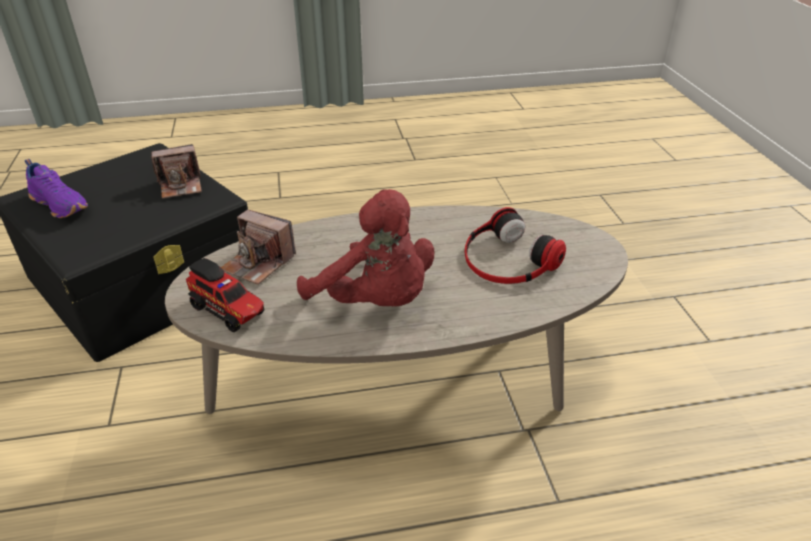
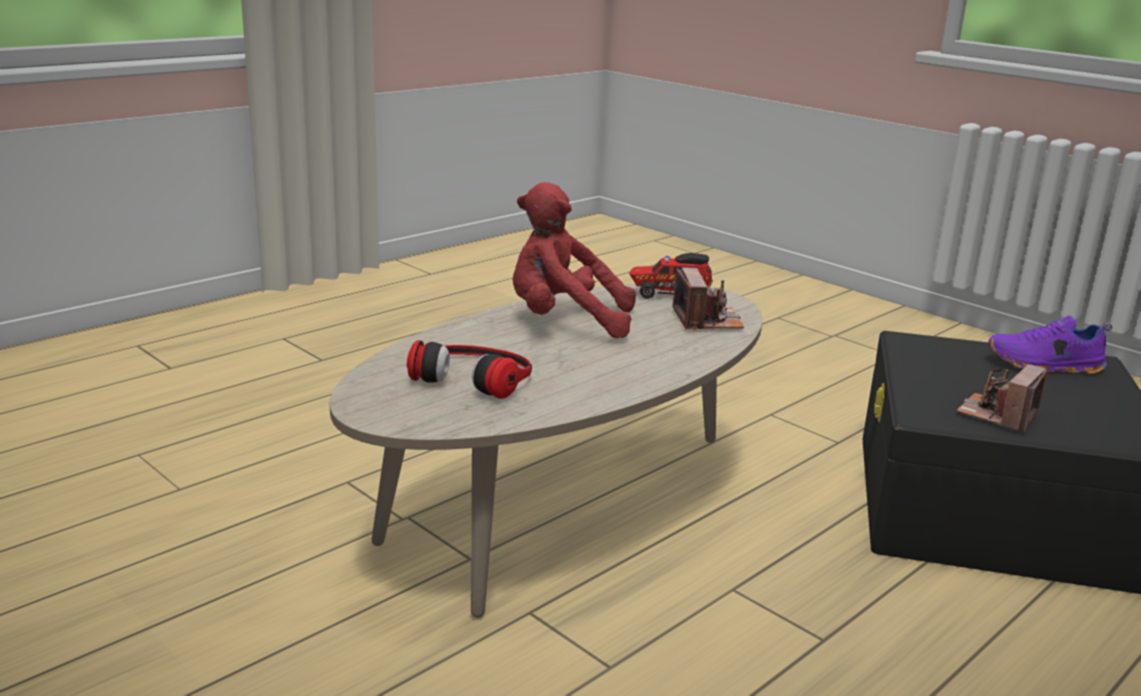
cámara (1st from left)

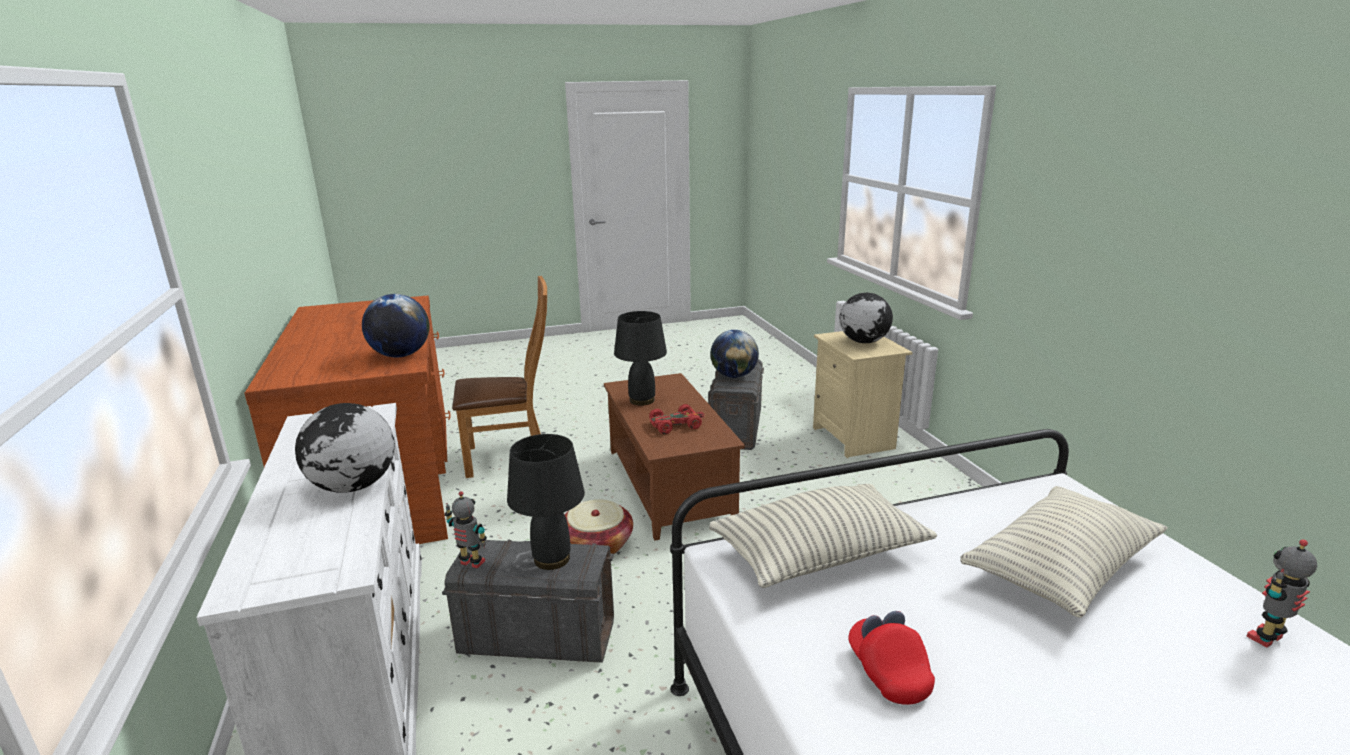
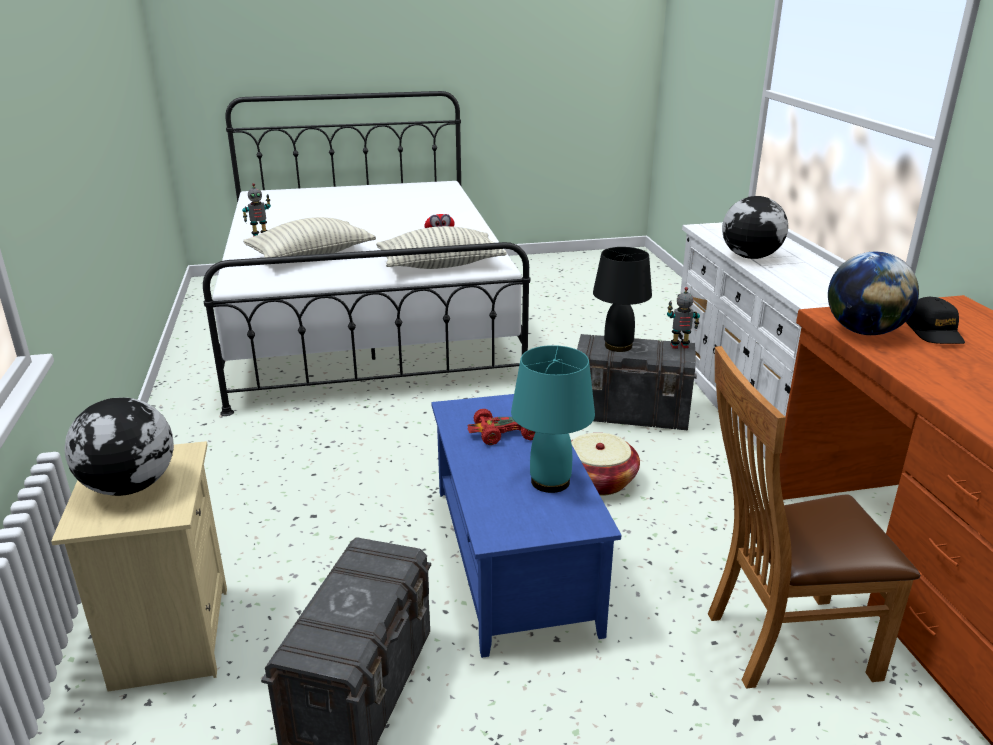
robot de juguete (2nd from left); mesa de centro [azul]; lámpara de mesa [turquesa]; globo terráqueo (3rd from left in the first image); gorra [negro]

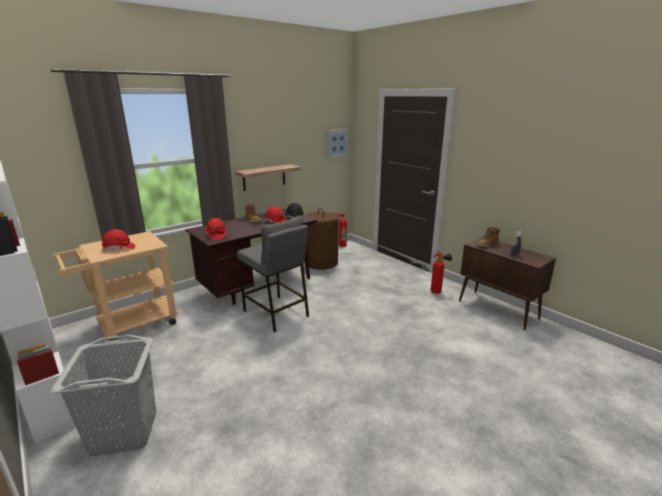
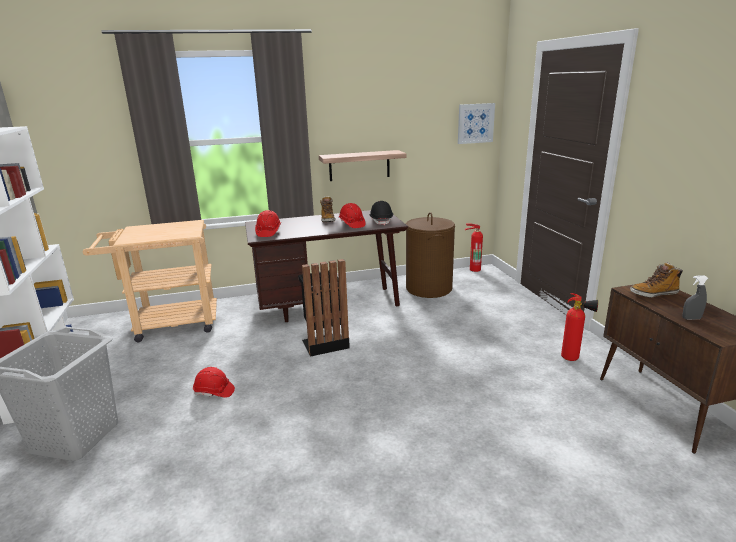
casco [rojo] (1st from left); papelera [negro]

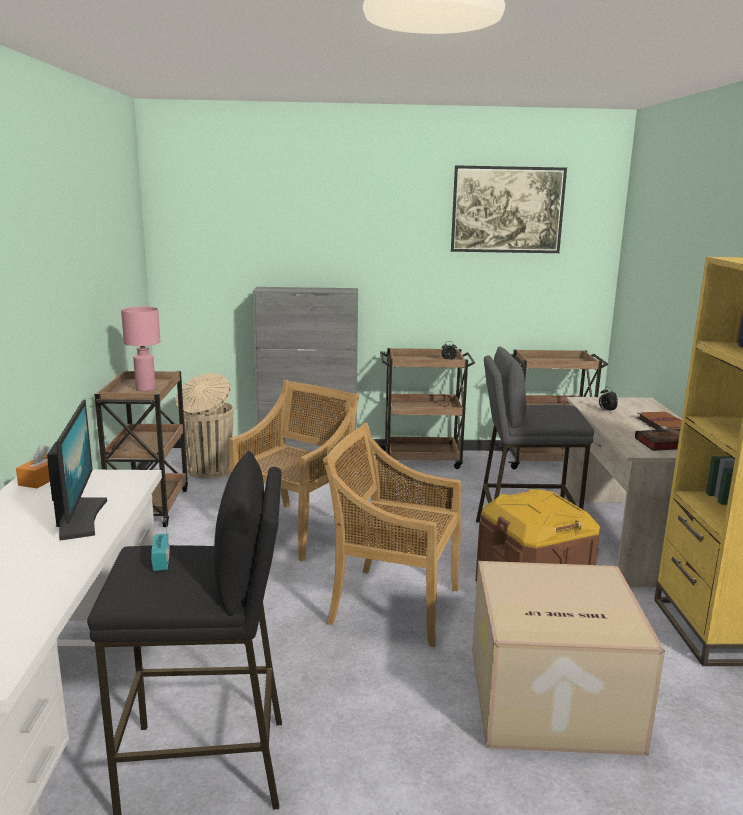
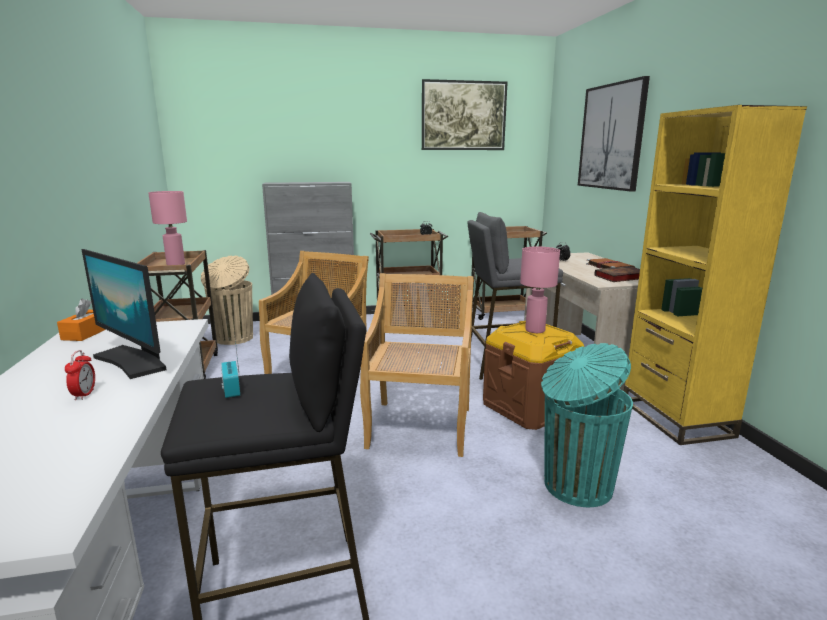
monitor; silla [beis] (2nd from left); papelera [turquesa]; despertador (1st from left); lámpara de mesa [rosa] (2nd from left); cuadro (2nd from left)

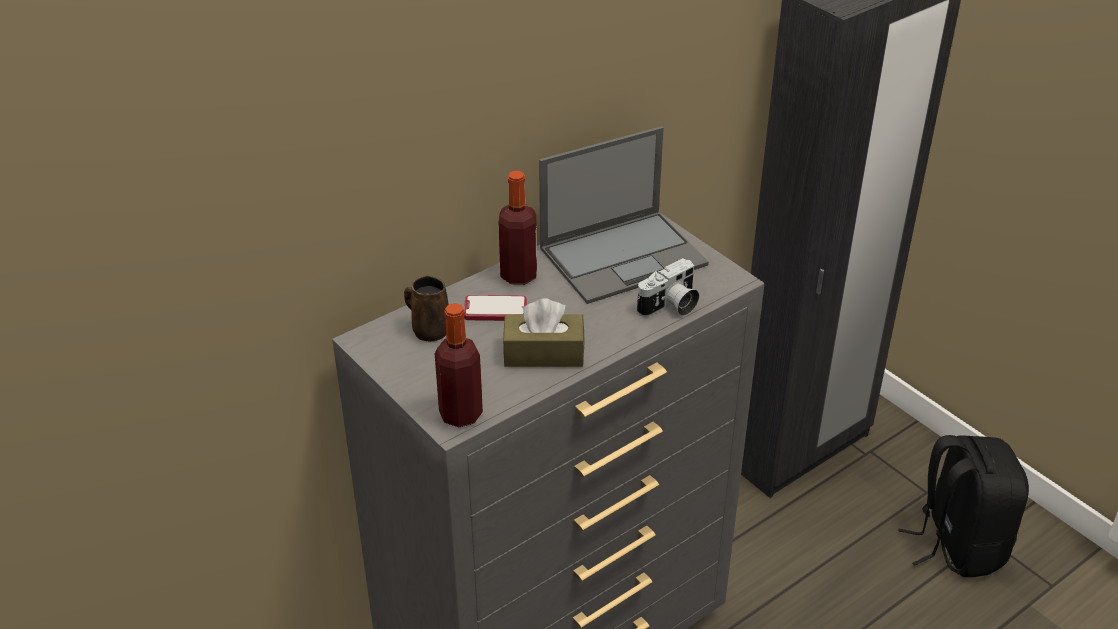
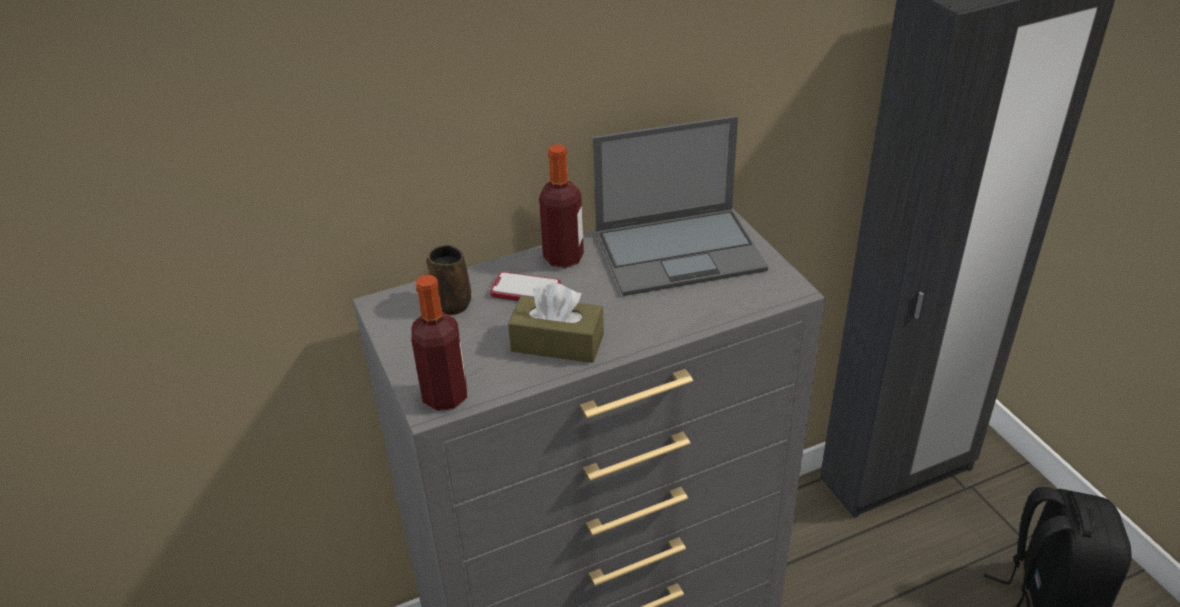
cámara

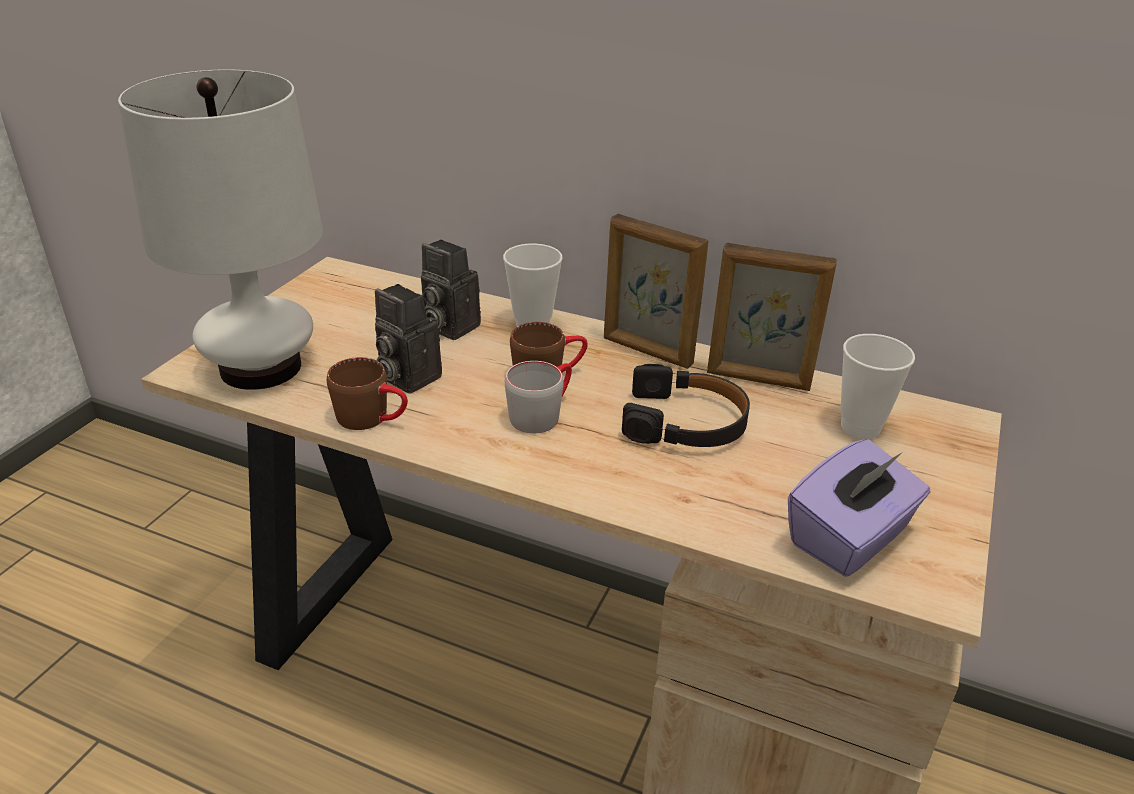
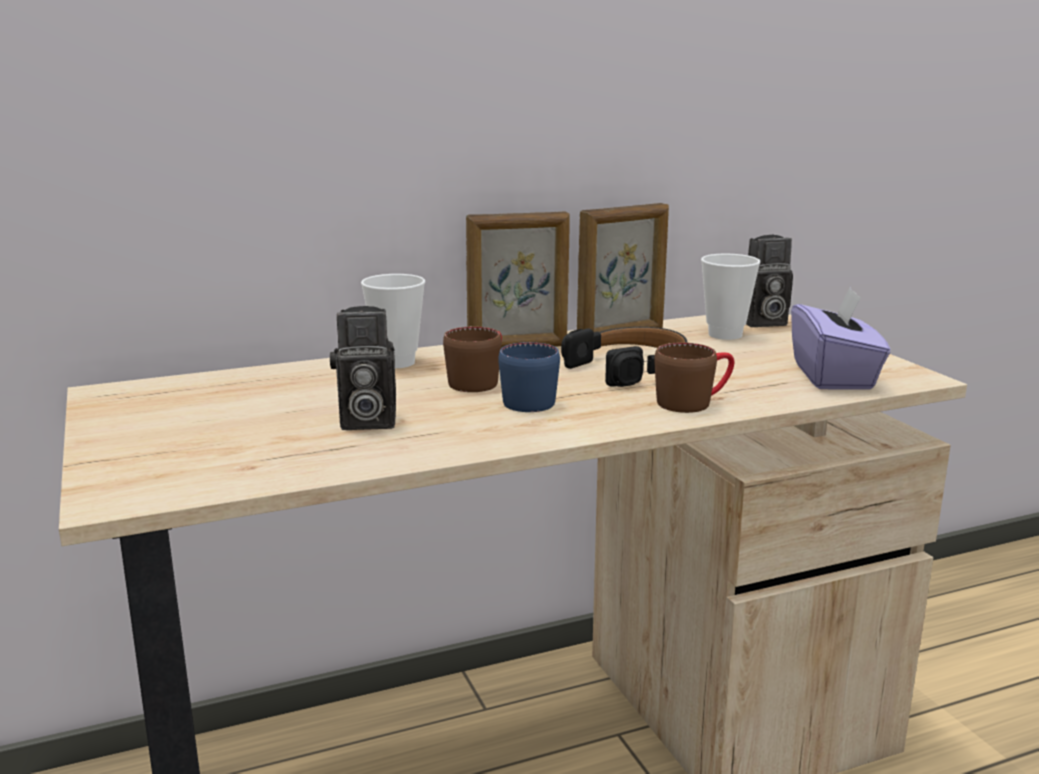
lámpara de mesa [blanco]; taza grande [marrón] (2nd from left); cámara (2nd from left); taza grande [azul]

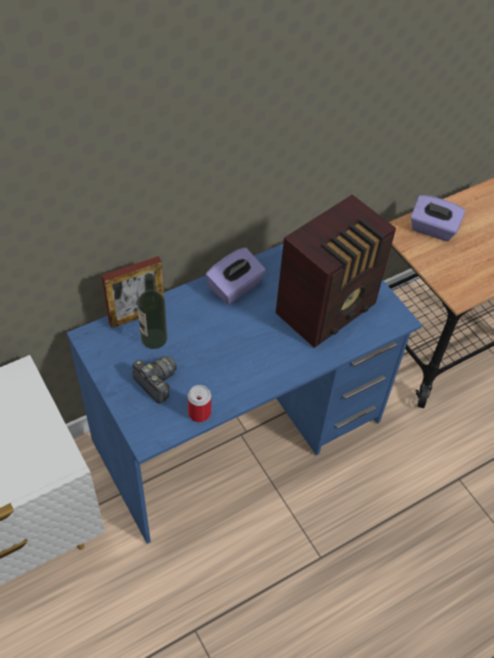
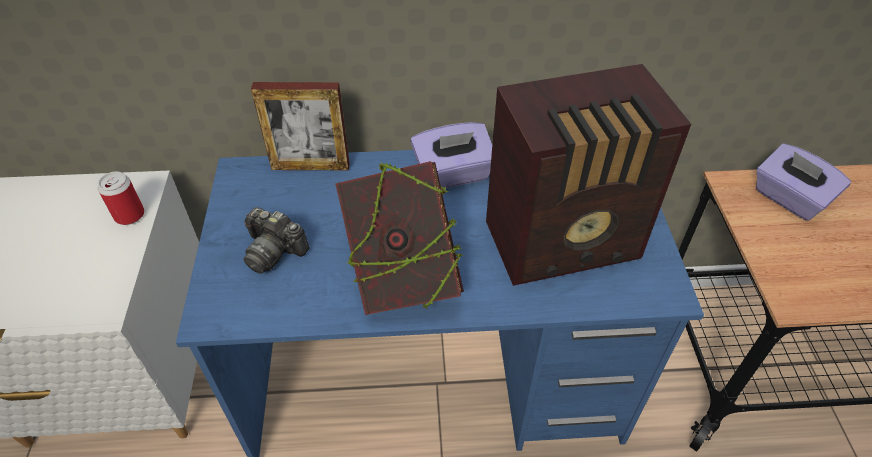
cámara; botella; lata; libro

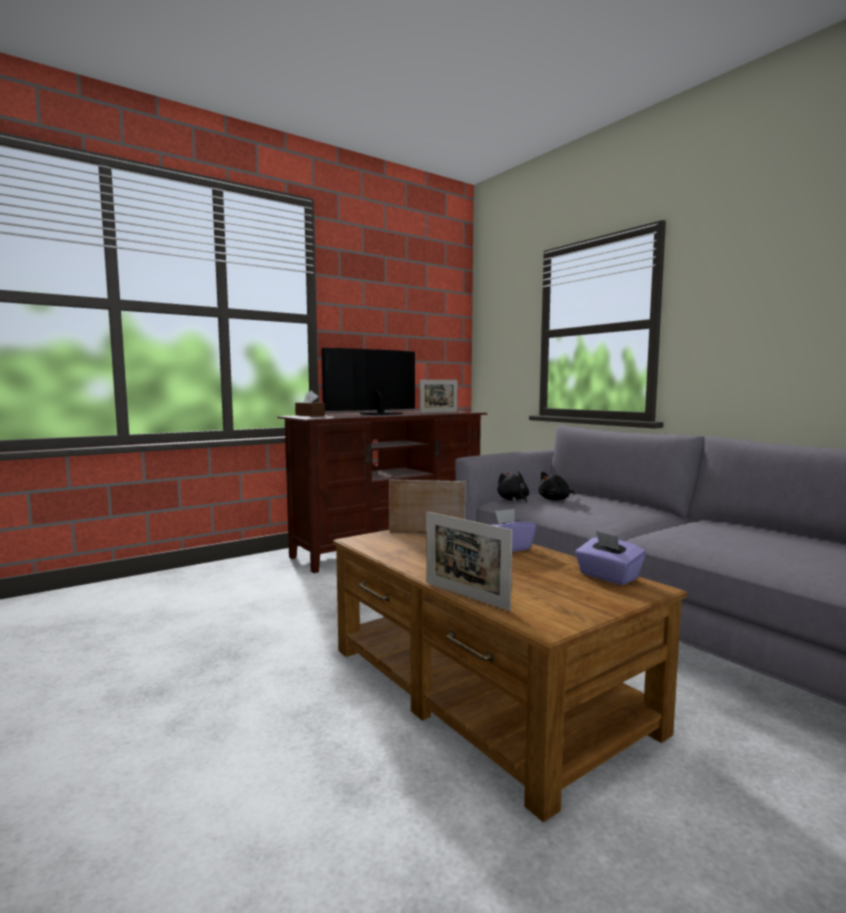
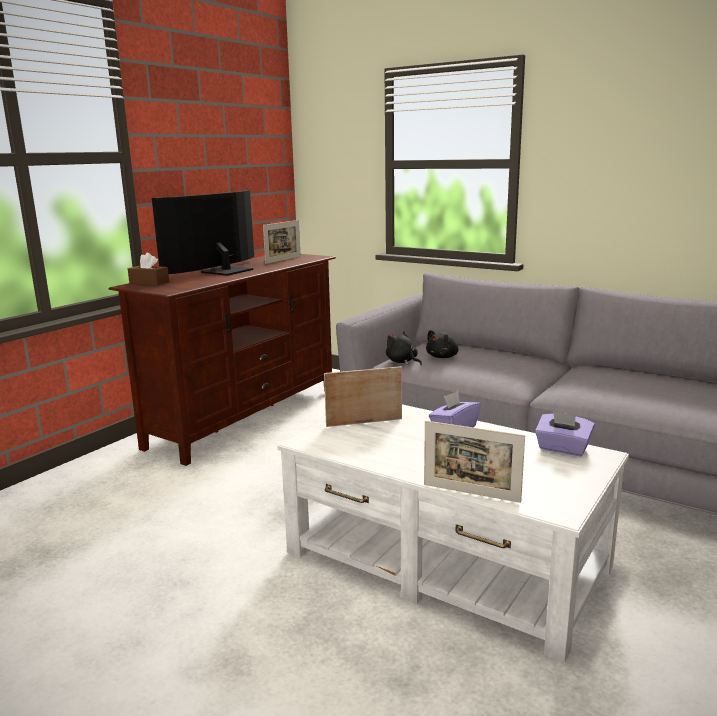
mesa de centro [blanco]

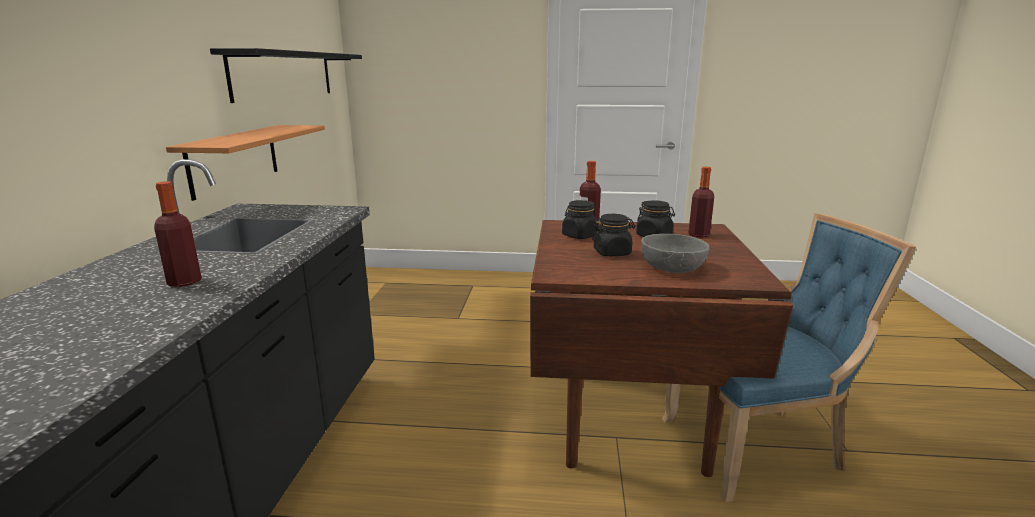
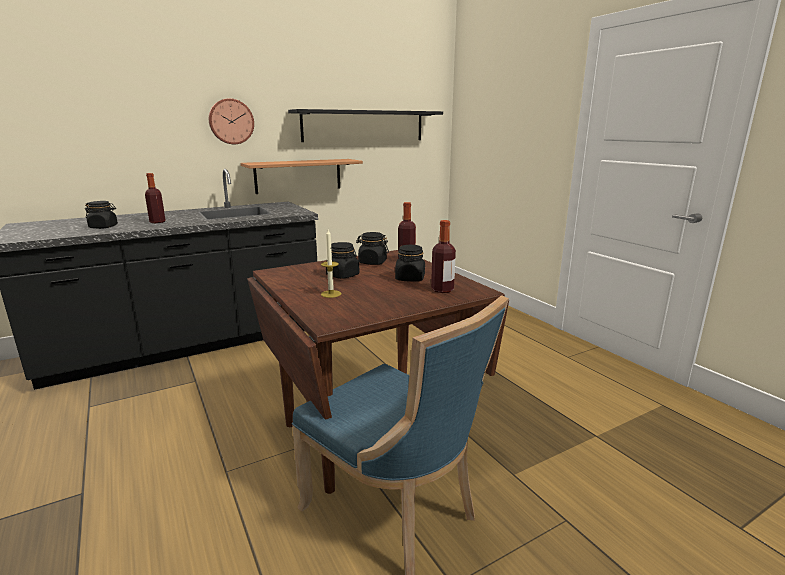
vela; tarro [negro] (1st from left); reloj de pared

